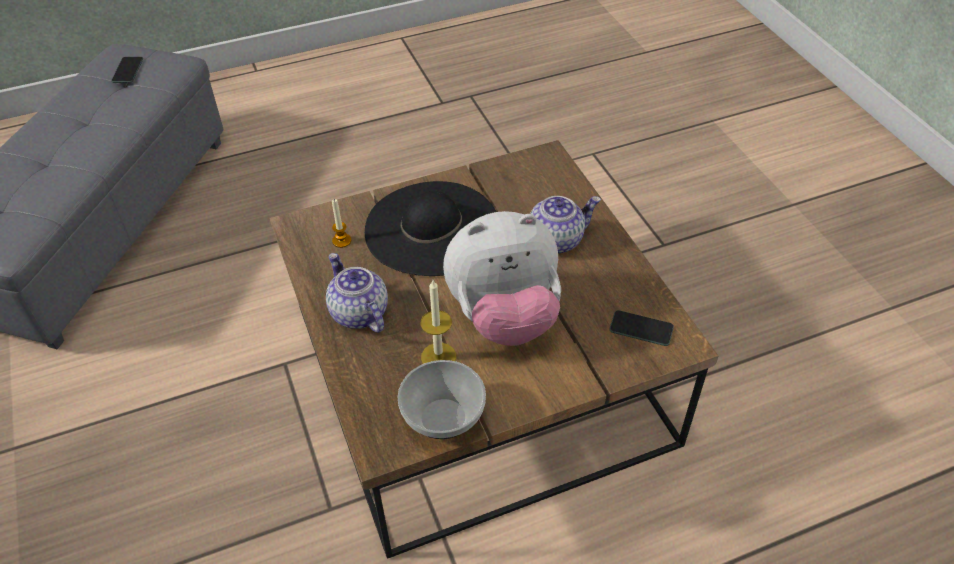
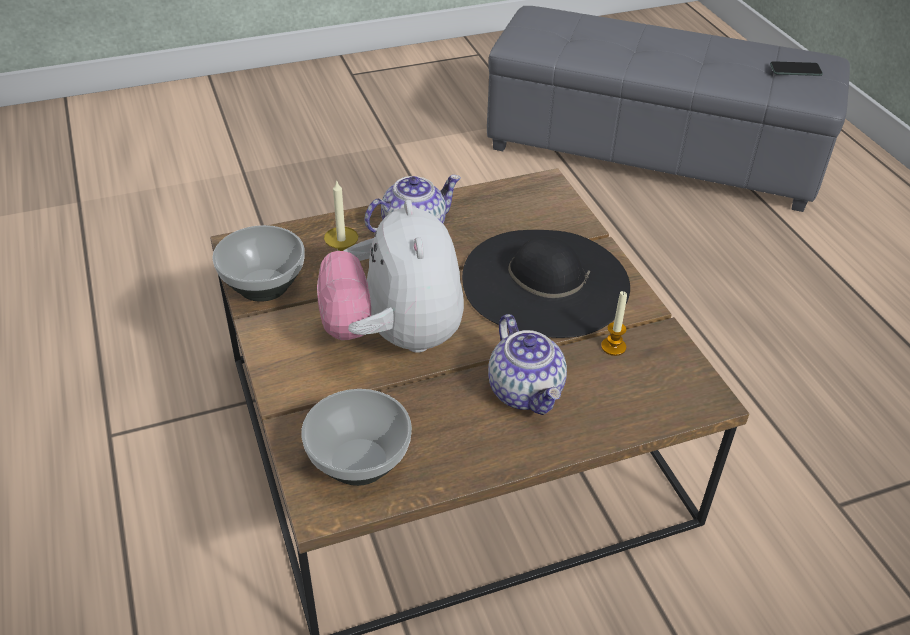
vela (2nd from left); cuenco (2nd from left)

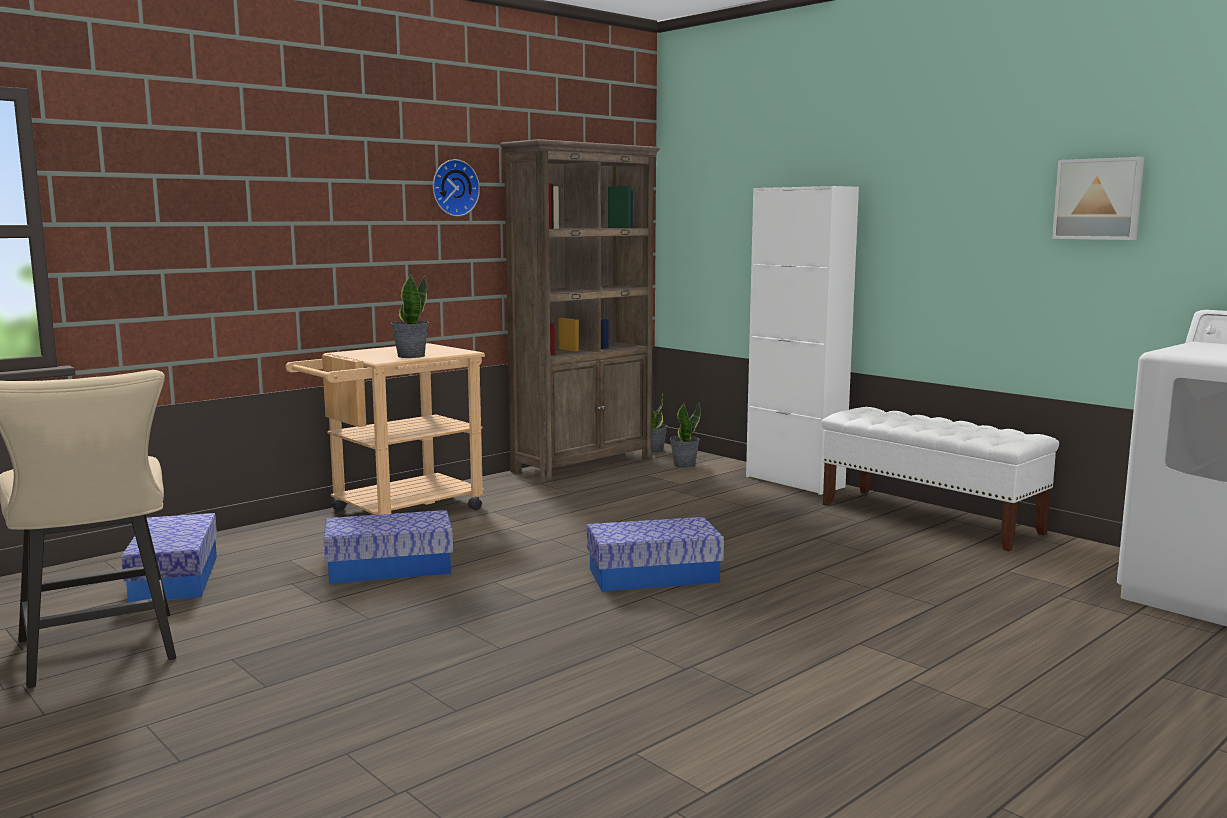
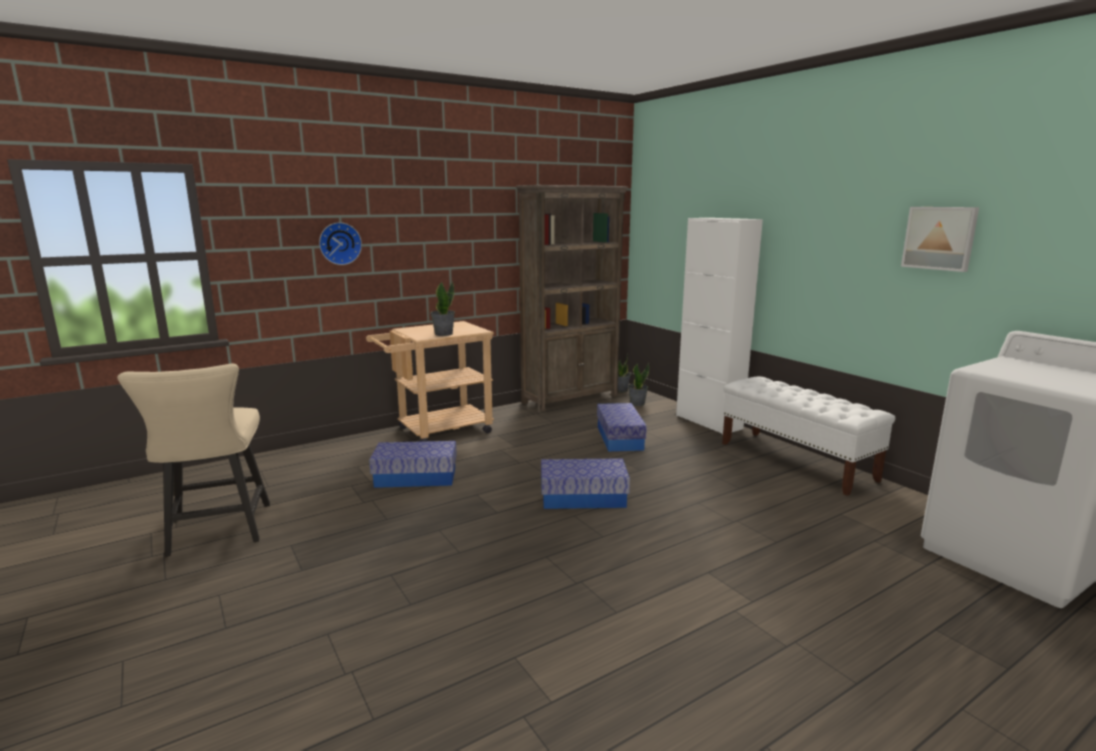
caja de almacenaje (3rd from left); reloj de pared

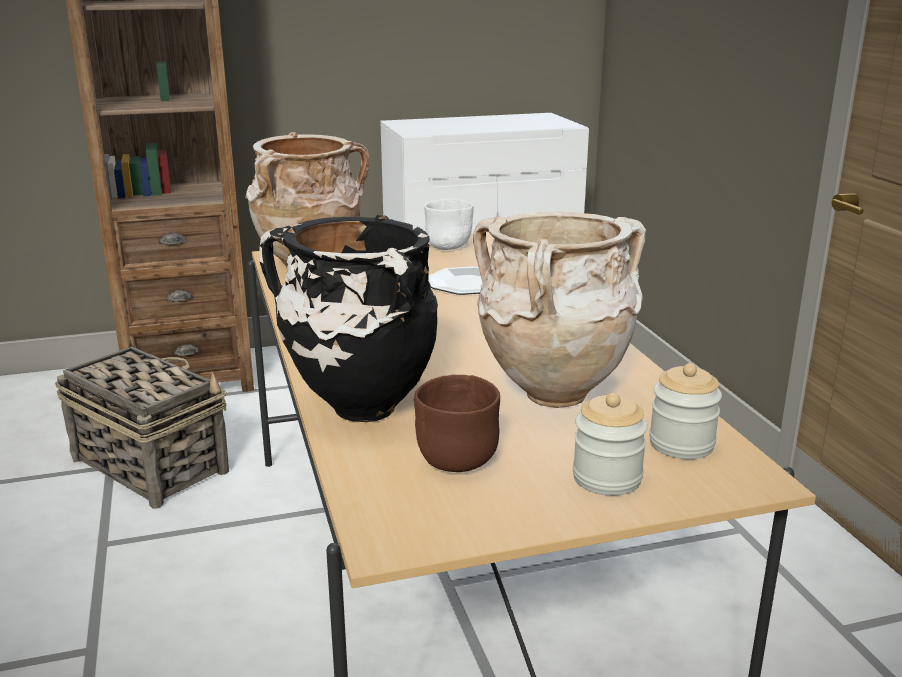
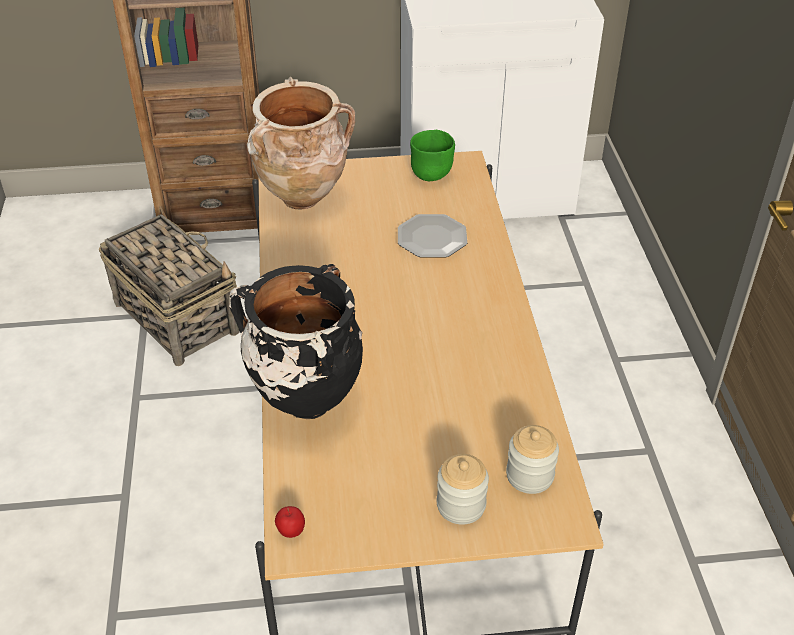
cuenco [marrón]; cuenco [verde]; florero [beis] (2nd from left in the first image); manzana

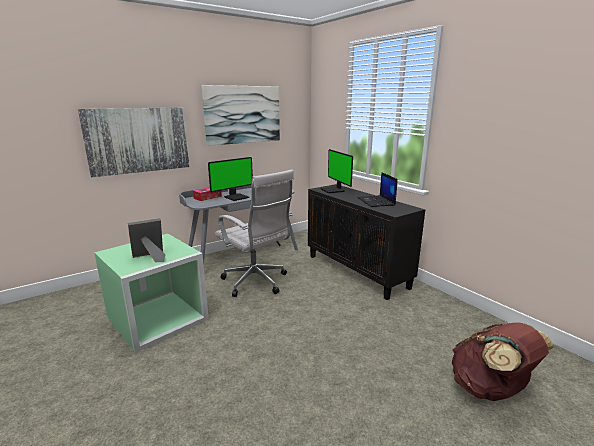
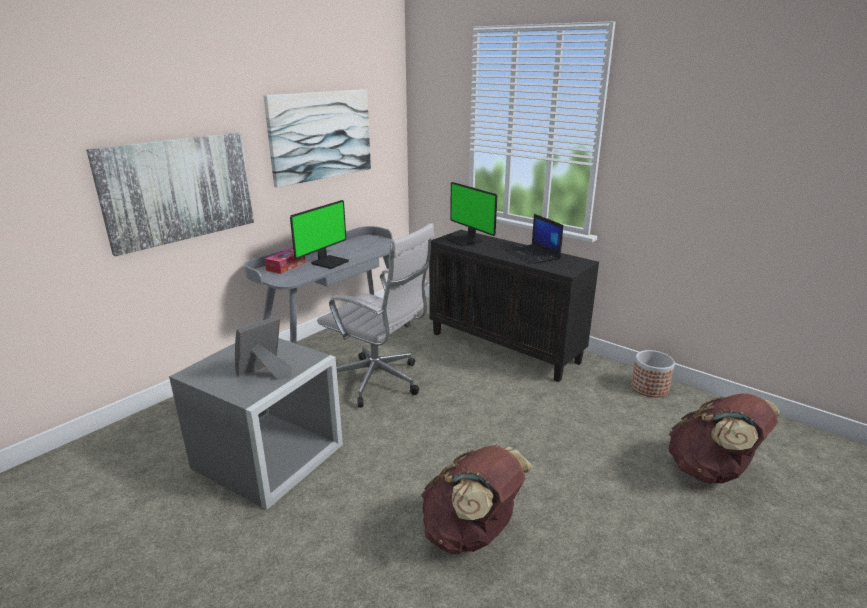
caja de almacenaje [gris]; mochila [marrón] (1st from left); maceta

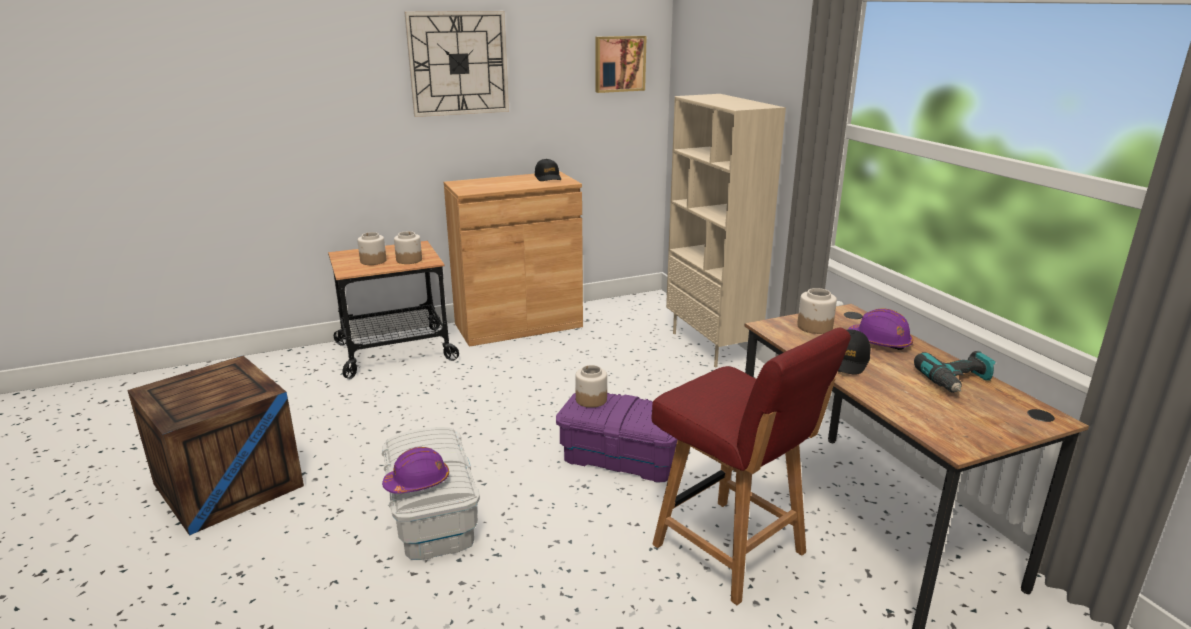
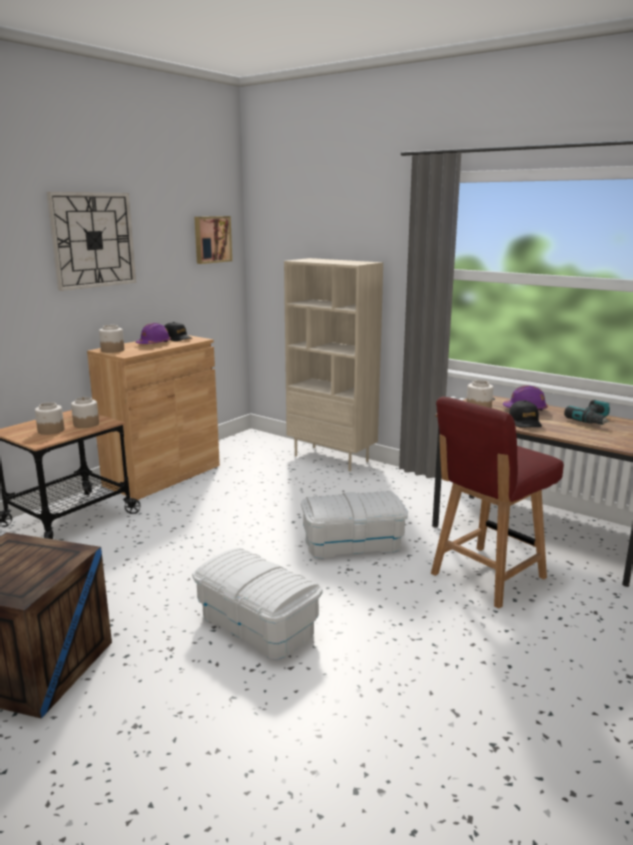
casco [morado] (1st from left); caja de almacenaje [blanco] (2nd from left); tarro (3rd from left); silla [rojo]

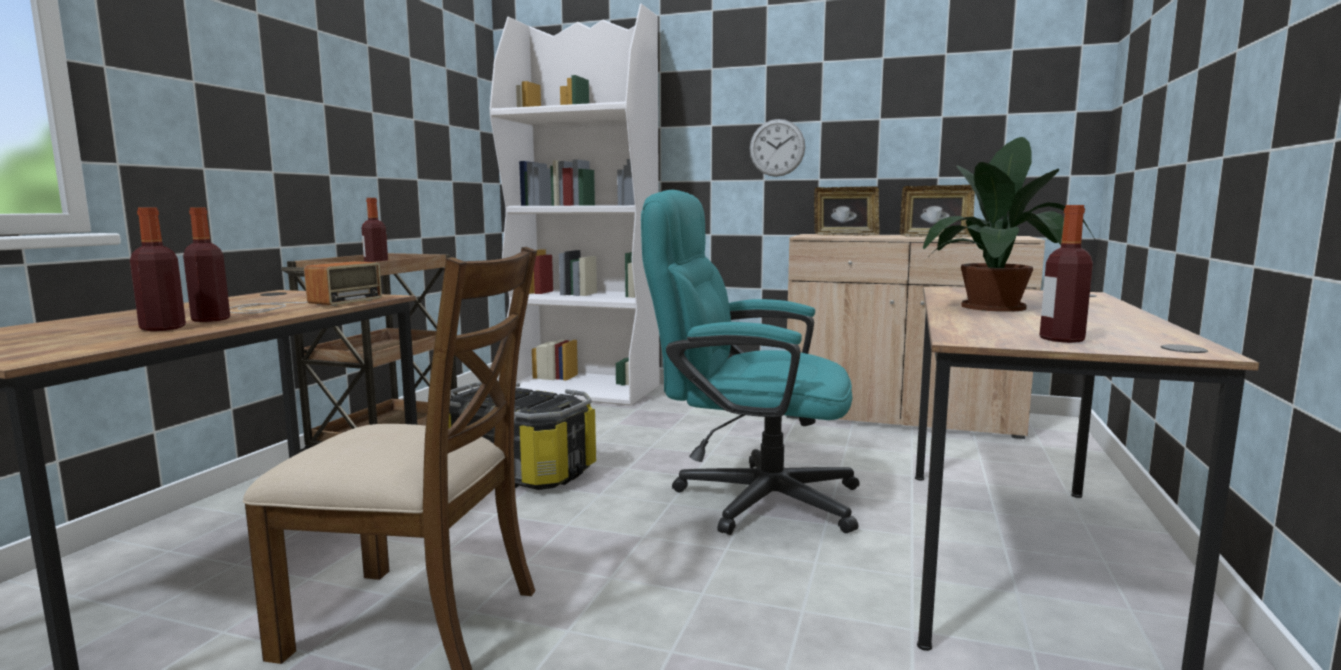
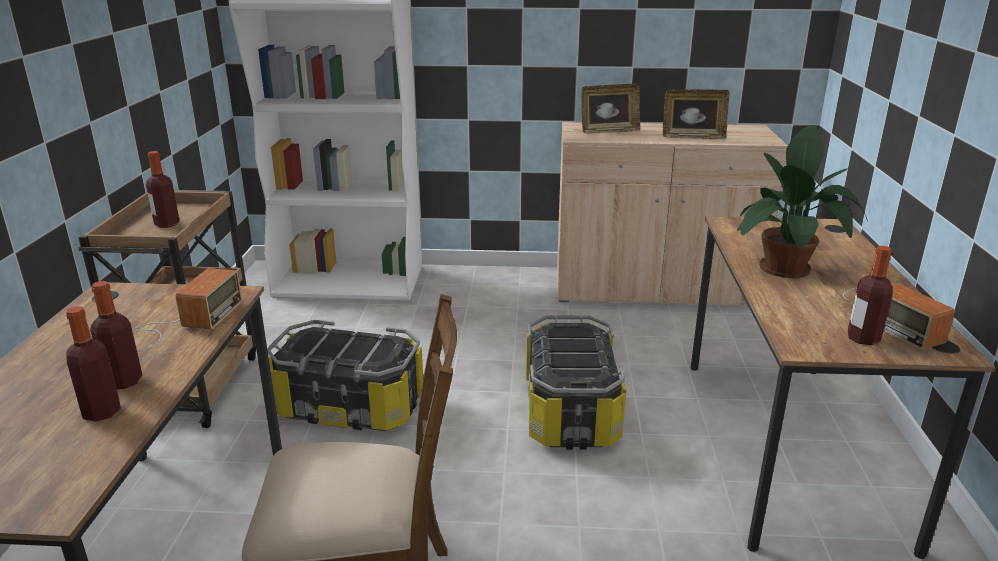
caja de almacenaje (2nd from left); reloj de pared; radio (2nd from left)

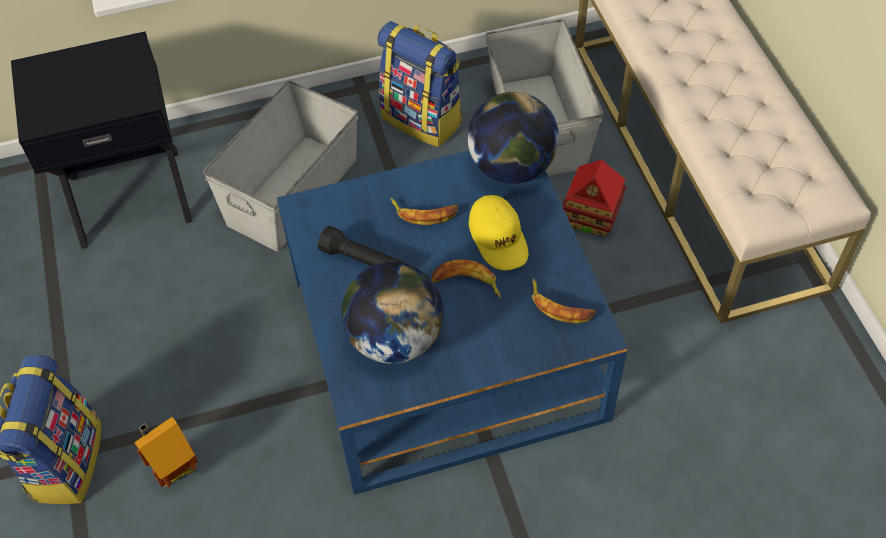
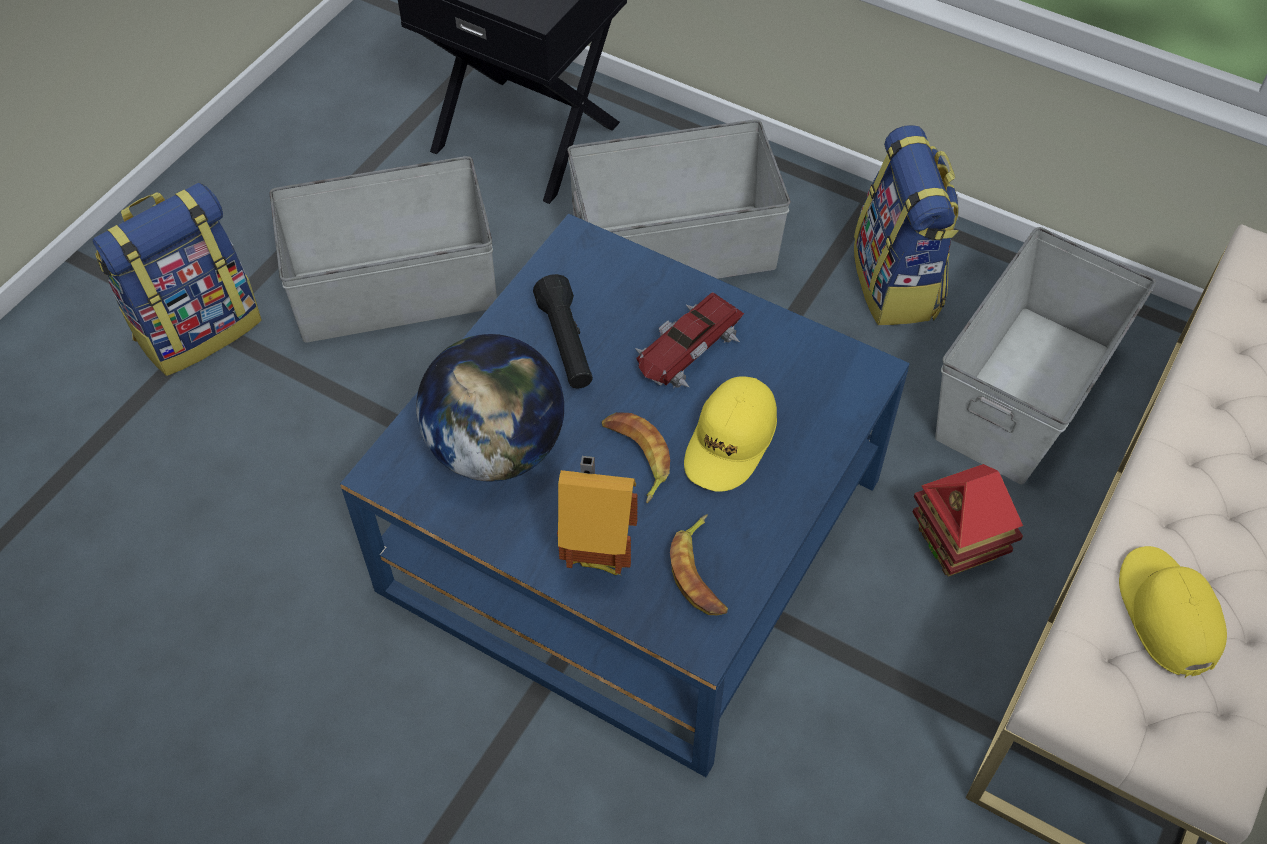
casita (1st from left); coche de juguete; globo terráqueo (2nd from left in the first image); caja de almacenaje [gris] (1st from left); gorra [amarillo] (2nd from left)

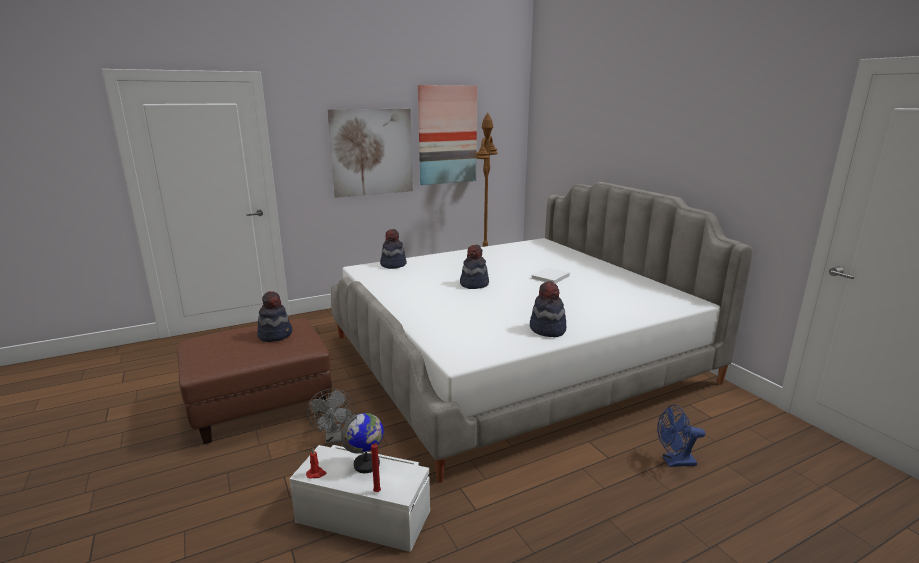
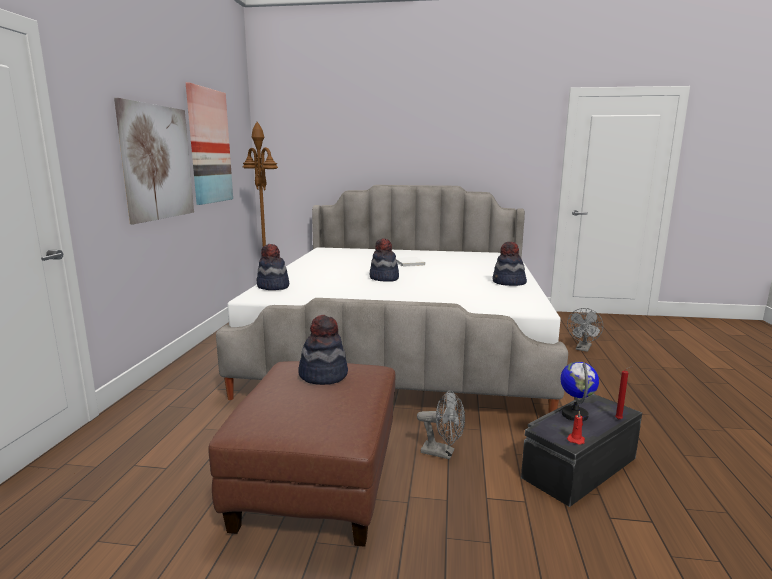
caja de almacenaje [negro]; ventilador [gris] (2nd from left)

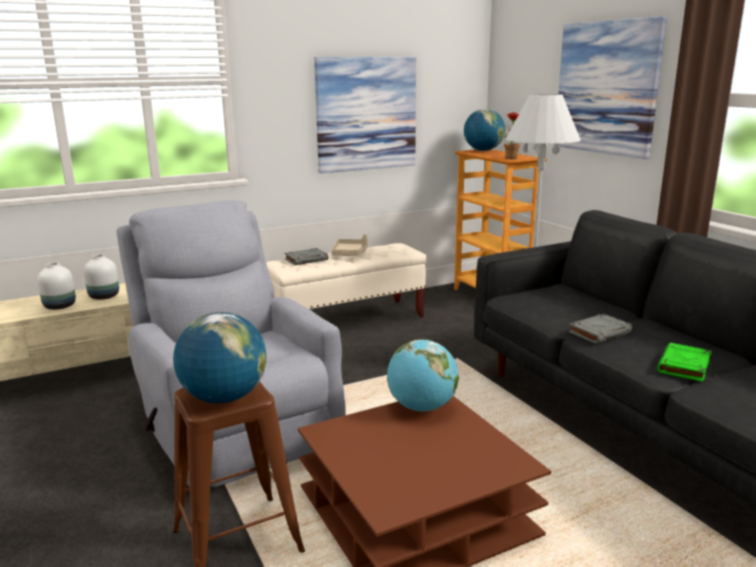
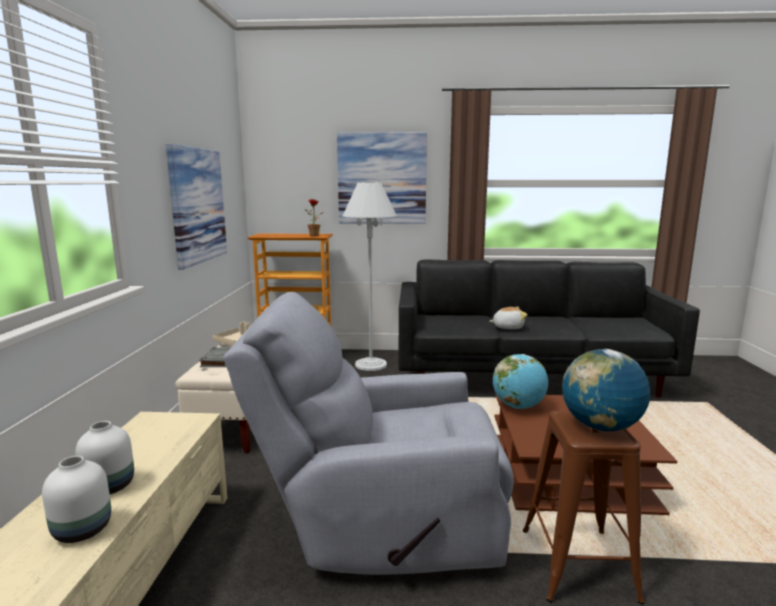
globo terráqueo (3rd from left in the first image); peluche; libro [verde]

